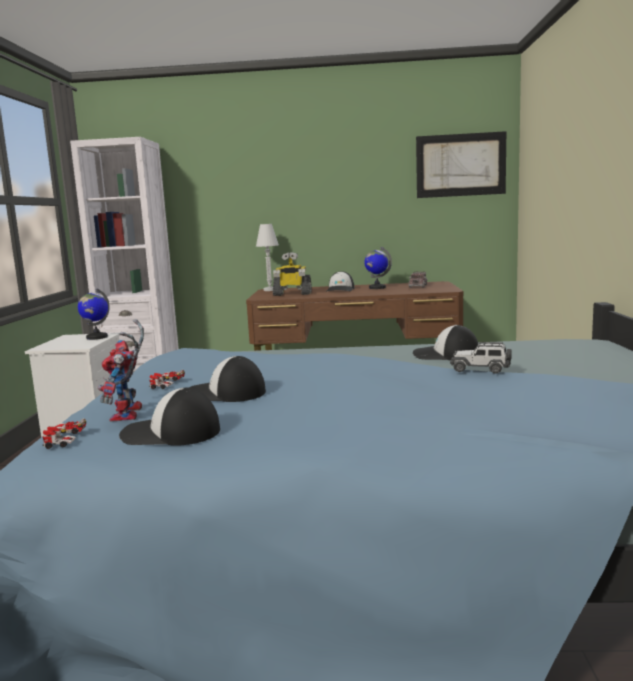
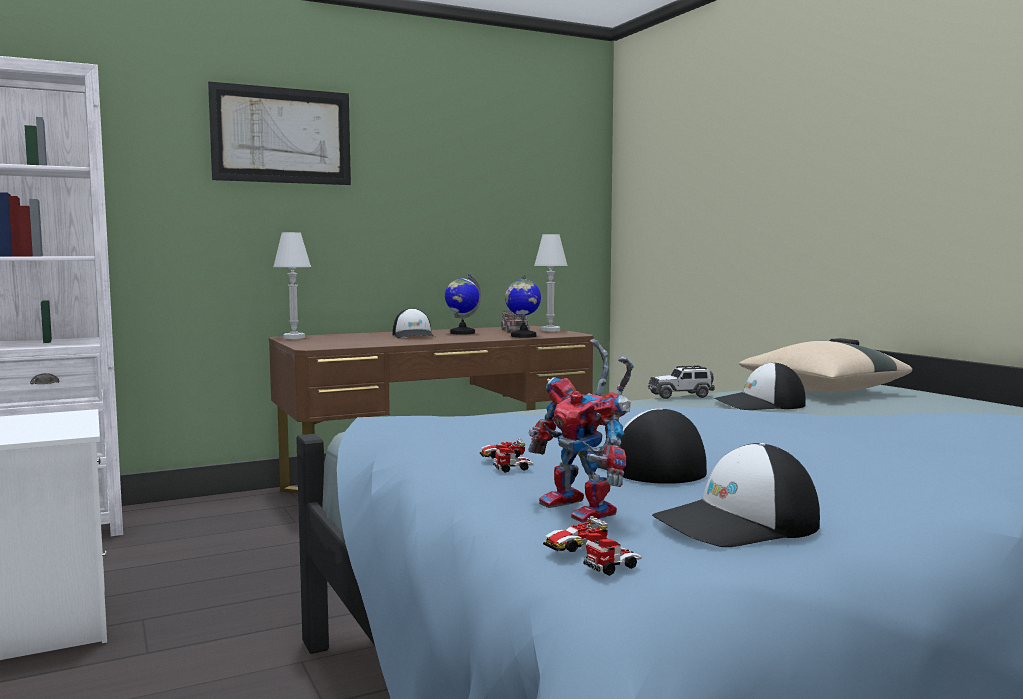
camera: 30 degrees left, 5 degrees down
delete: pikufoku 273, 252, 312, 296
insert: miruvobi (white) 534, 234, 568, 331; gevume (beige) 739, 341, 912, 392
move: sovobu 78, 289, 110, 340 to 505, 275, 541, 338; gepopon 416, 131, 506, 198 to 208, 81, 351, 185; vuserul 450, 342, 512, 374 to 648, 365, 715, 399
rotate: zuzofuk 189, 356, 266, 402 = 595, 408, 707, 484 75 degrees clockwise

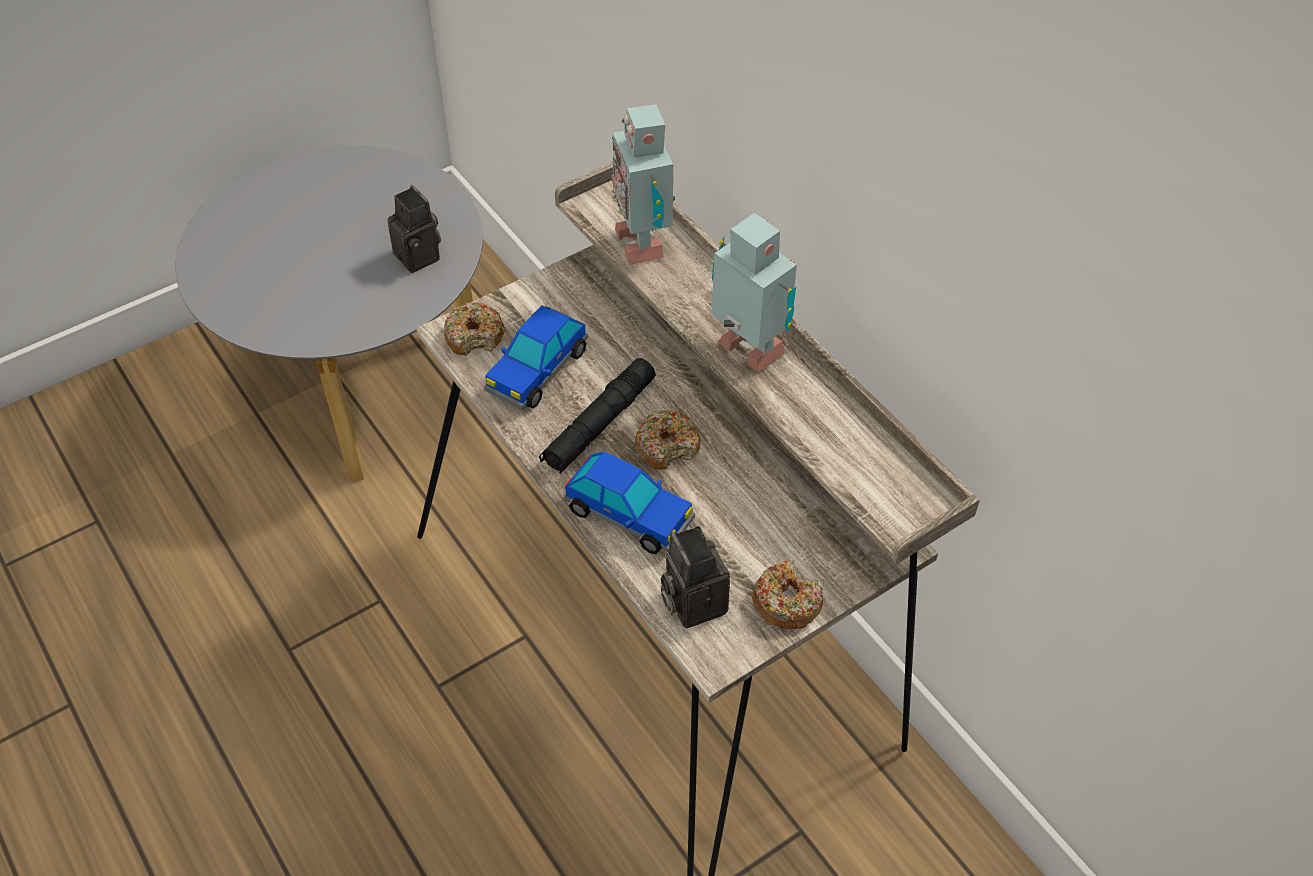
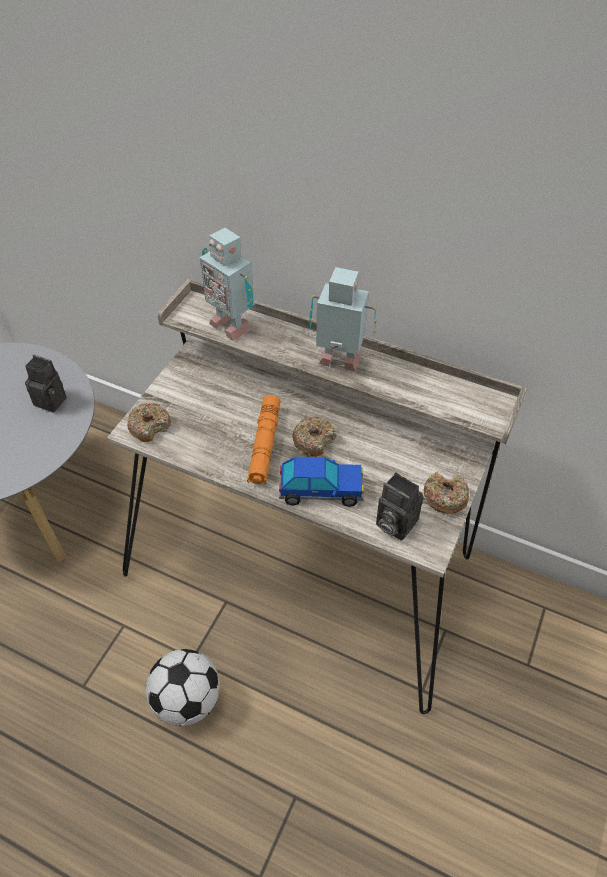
camera: 30 degrees left, 0 degrees up
delete: vuserul 484, 305, 588, 410
insert: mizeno 146, 649, 220, 726
recolor: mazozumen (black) 539, 358, 656, 474 to mazozumen (orange) 247, 395, 280, 485

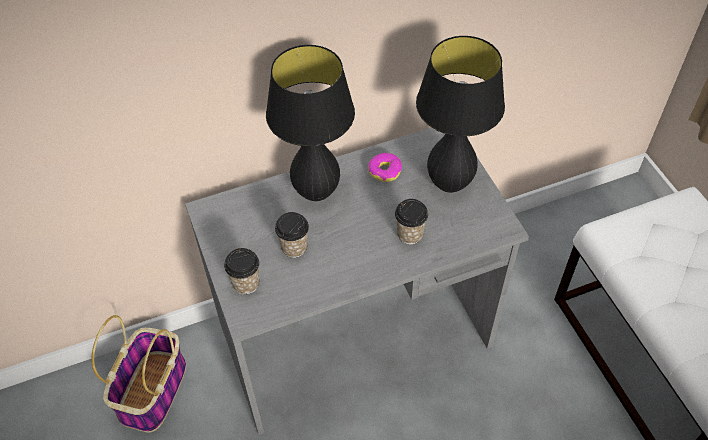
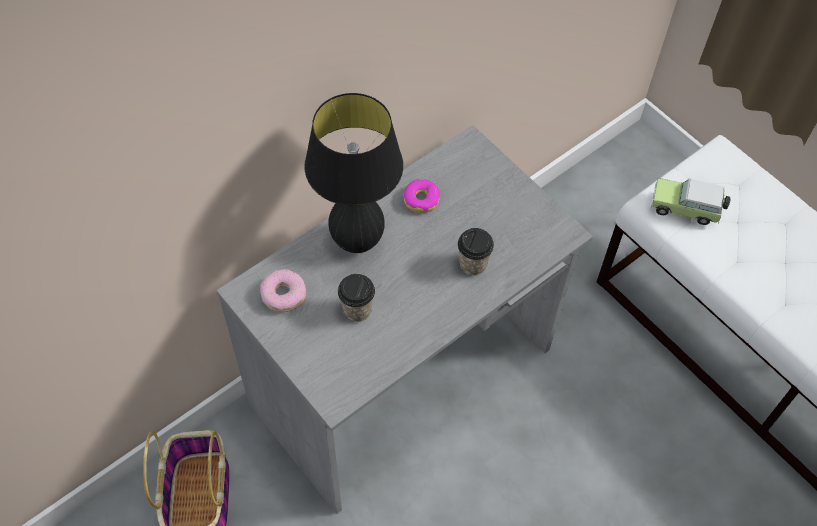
camera: 20 degrees left, 5 degrees up
delete: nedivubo 224, 248, 259, 294; miruvobi (black) 416, 36, 505, 193
insert: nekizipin 260, 269, 306, 312; vuserul 651, 178, 730, 225

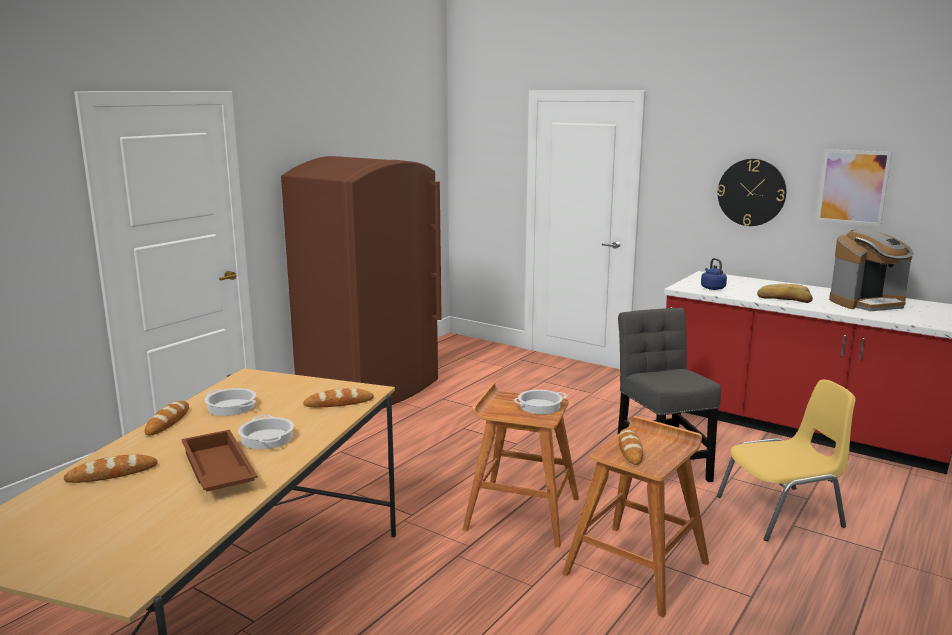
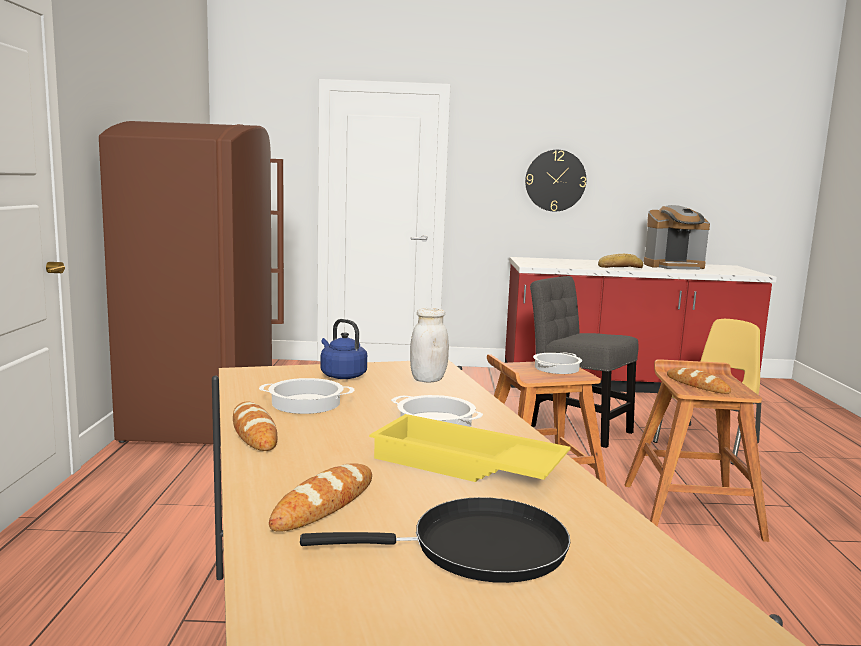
camera: 35 degrees left, 5 degrees down
delete: gepopon 816, 149, 892, 226
insert: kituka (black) 300, 497, 570, 583
move: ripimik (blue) 701, 258, 727, 290 to 321, 319, 367, 379
replace: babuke 303, 388, 374, 407 to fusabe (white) 410, 308, 449, 383
recolor: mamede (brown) 181, 430, 258, 492 to mamede (yellow) 369, 414, 571, 482
rotate: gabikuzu 829, 229, 914, 311 = 644, 205, 710, 270 45 degrees clockwise

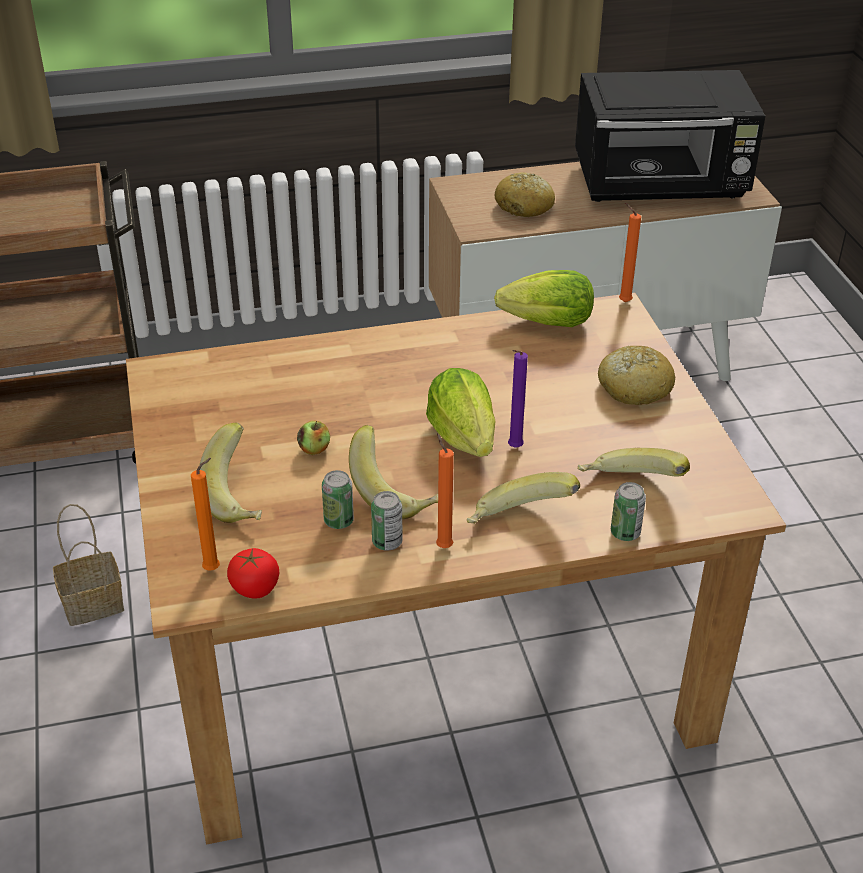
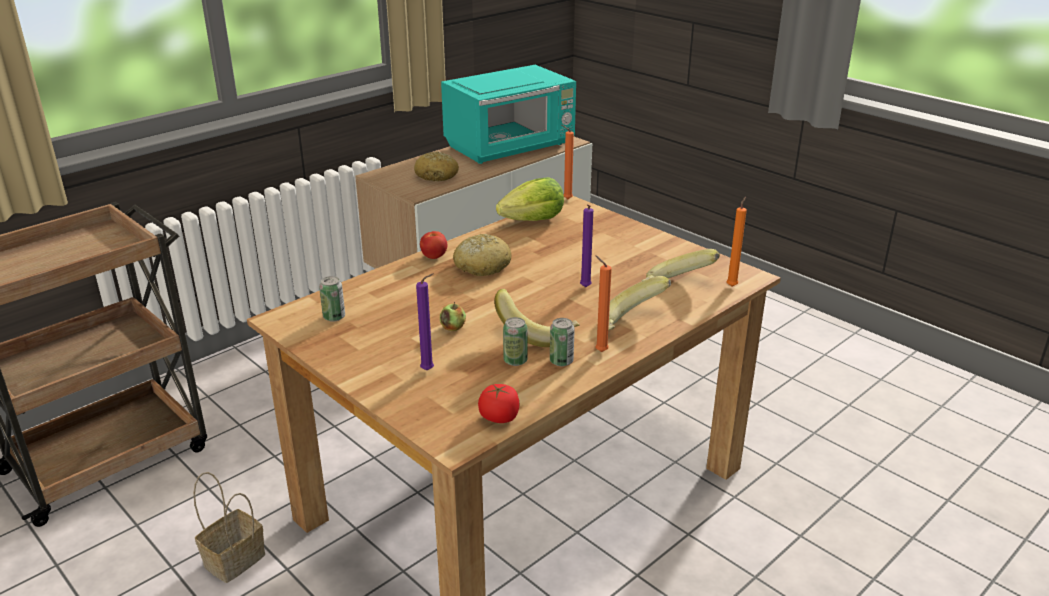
camera: 30 degrees left, 10 degrees down
delete: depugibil 426, 368, 495, 457
insert: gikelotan 420, 231, 447, 259
move: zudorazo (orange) 191, 458, 220, 571 to 727, 197, 747, 287; babuke 598, 346, 675, 405 to 453, 234, 511, 276; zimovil 611, 482, 646, 541 to 319, 276, 345, 322
replace: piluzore 200, 422, 262, 523 to zudorazo (purple) 416, 274, 434, 371
recolor: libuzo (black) 575, 70, 765, 202 to libuzo (turquoise) 441, 65, 576, 164

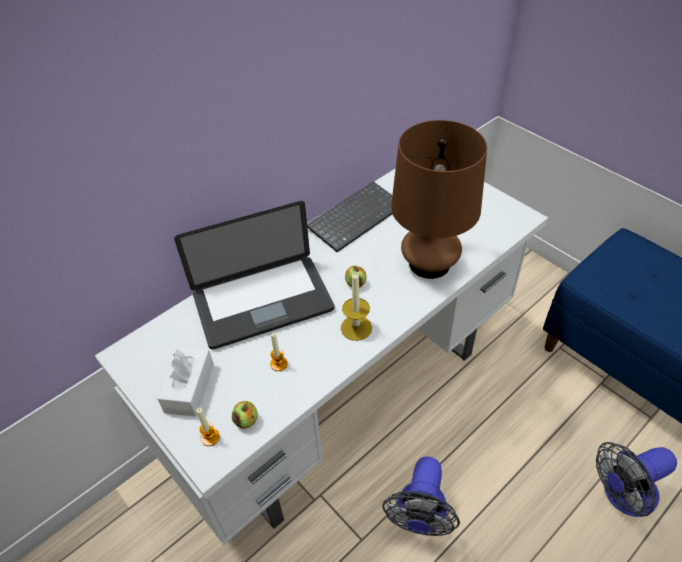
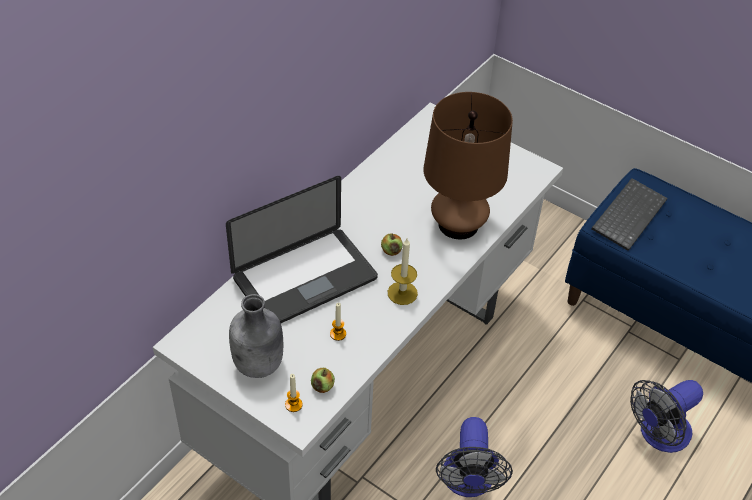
camera: 15 degrees left, 0 degrees up
move: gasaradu 307, 181, 392, 252 to 592, 178, 668, 251
replace: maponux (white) 157, 346, 214, 417 to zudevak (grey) 229, 294, 283, 378

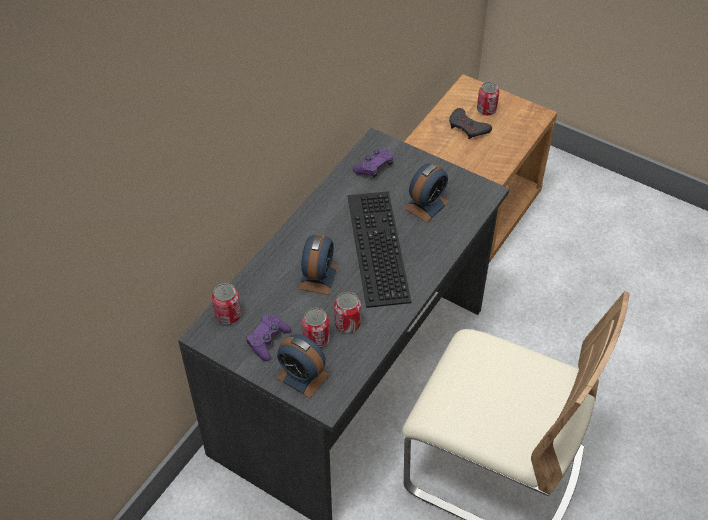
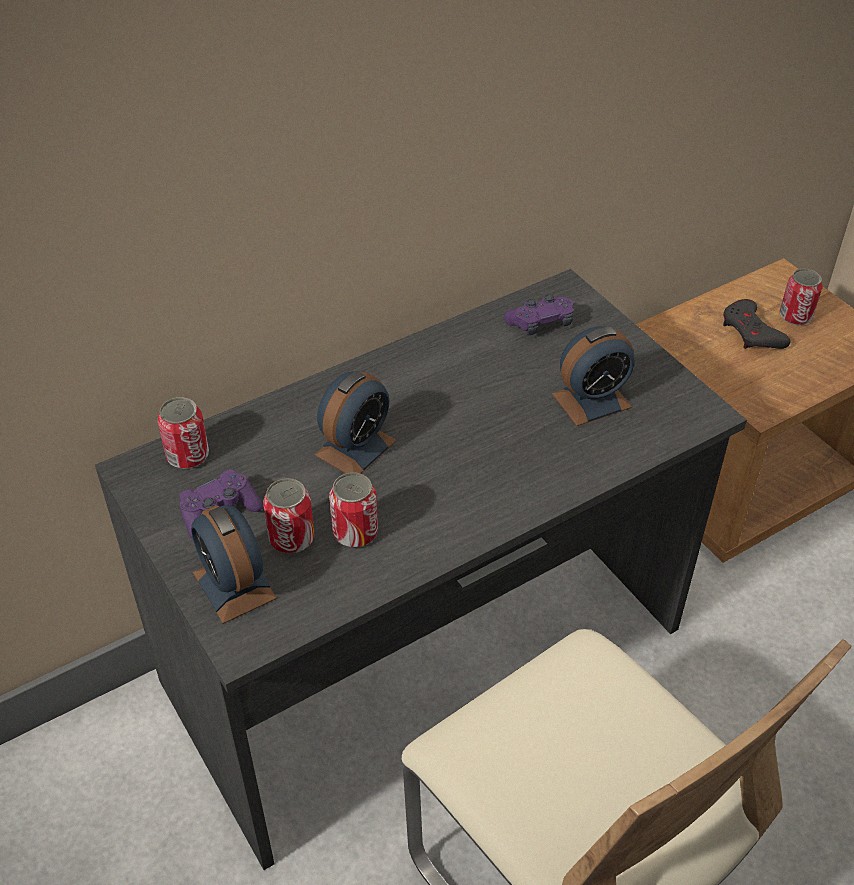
camera: 25 degrees right, 5 degrees down
delete: gasaradu 347, 191, 411, 308

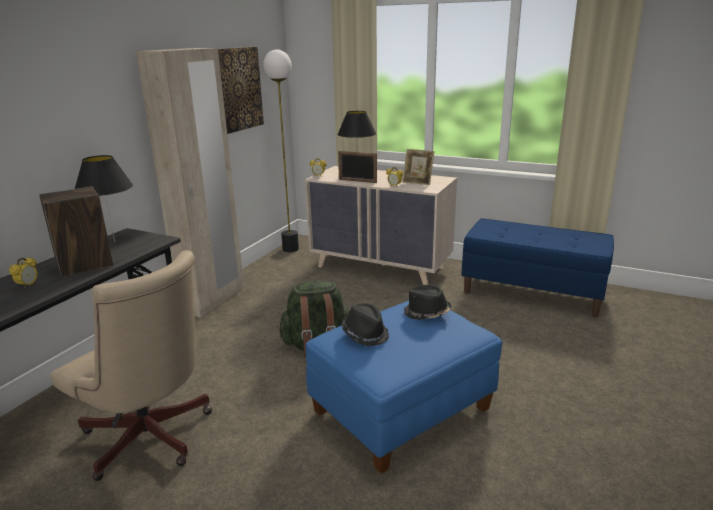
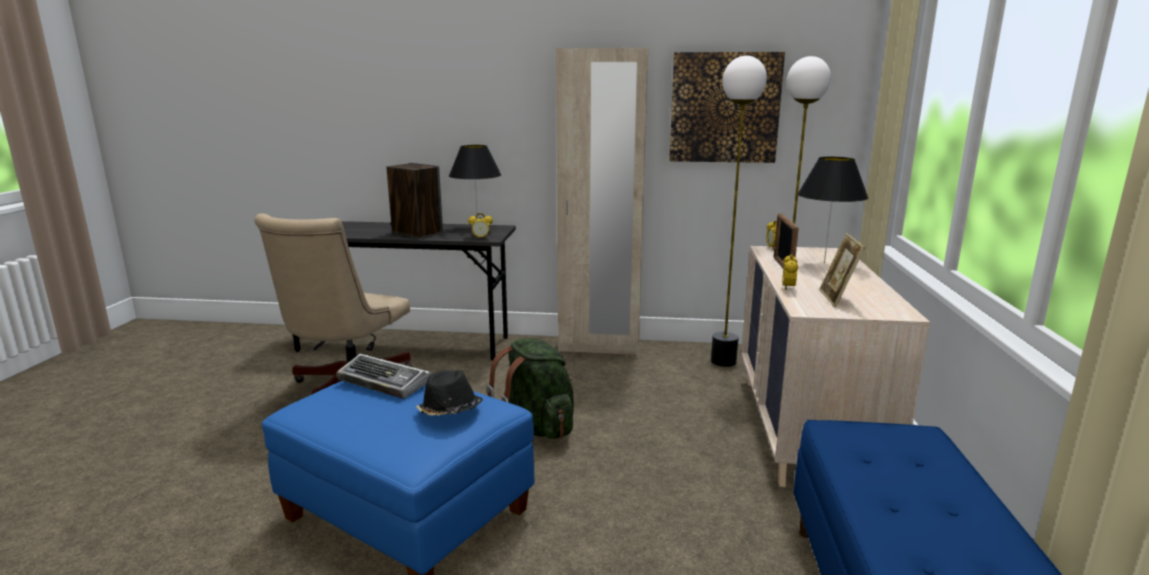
camera: 70 degrees right, 5 degrees down
insert: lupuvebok 711, 56, 767, 367
move: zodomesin 9, 257, 38, 289 to 468, 213, 493, 239
replace: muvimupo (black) 342, 303, 389, 346 to gasaradu 337, 354, 432, 399

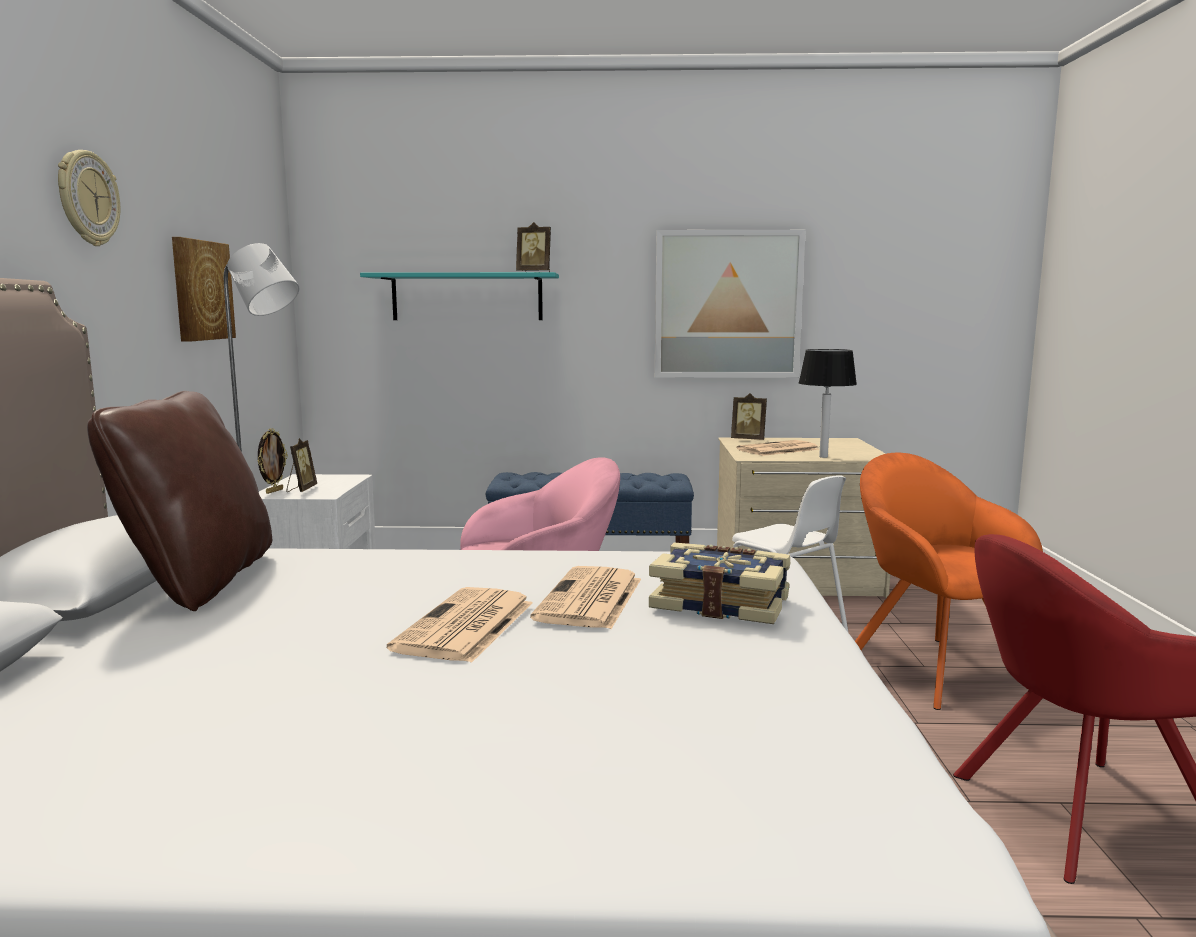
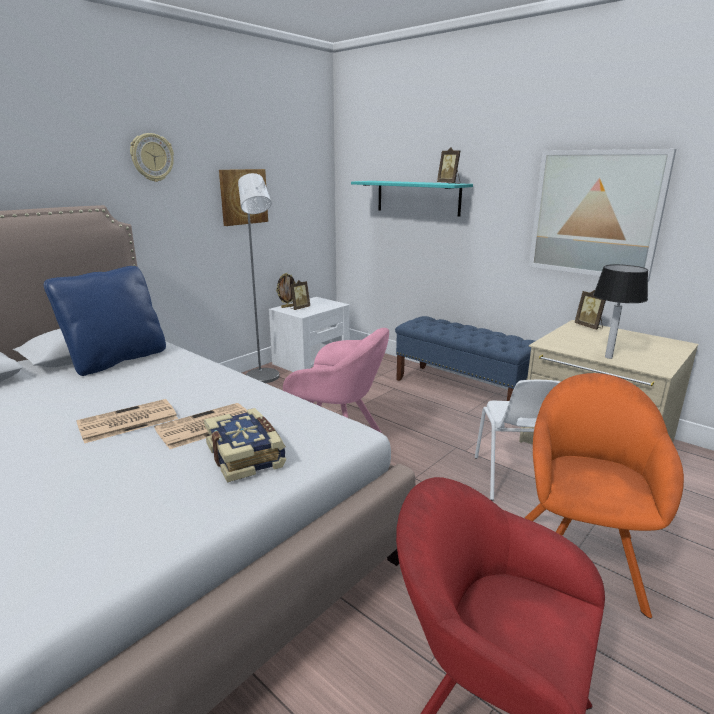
camera: 40 degrees right, 10 degrees up
delete: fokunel 737, 440, 820, 456
recolor: gevume (brown) 87, 391, 272, 611 to gevume (blue) 44, 266, 166, 376

